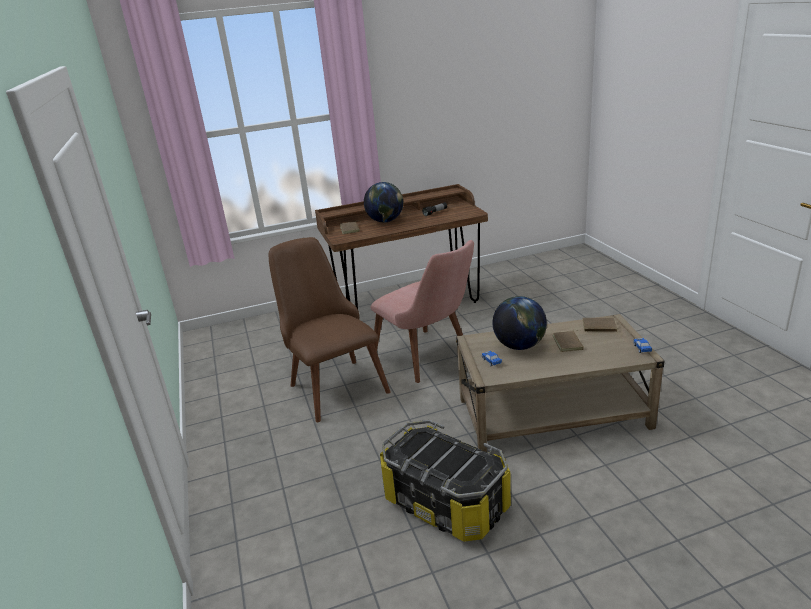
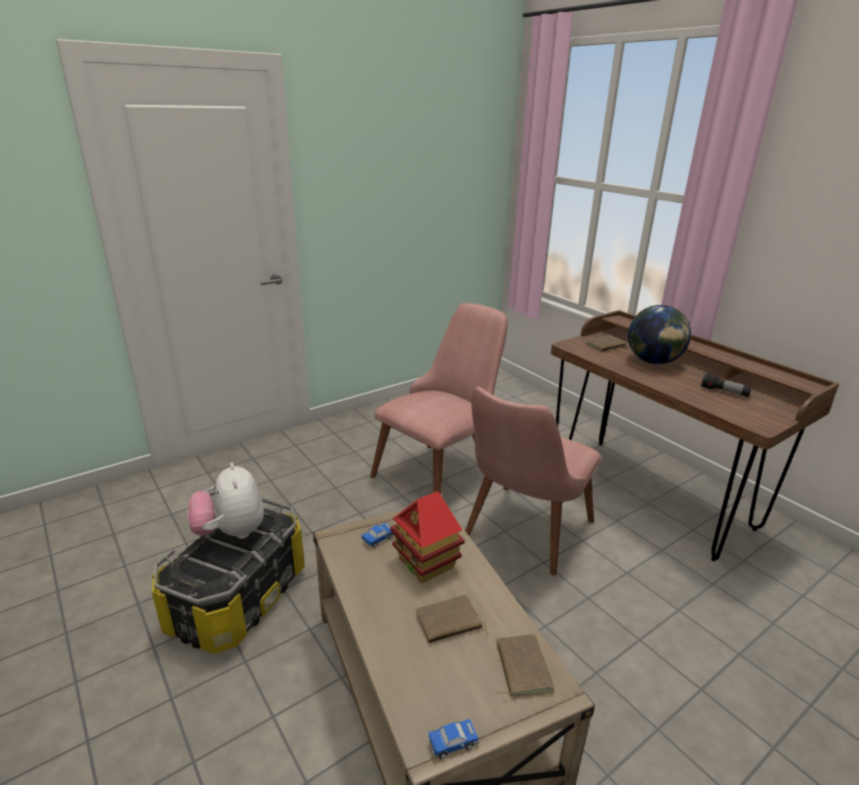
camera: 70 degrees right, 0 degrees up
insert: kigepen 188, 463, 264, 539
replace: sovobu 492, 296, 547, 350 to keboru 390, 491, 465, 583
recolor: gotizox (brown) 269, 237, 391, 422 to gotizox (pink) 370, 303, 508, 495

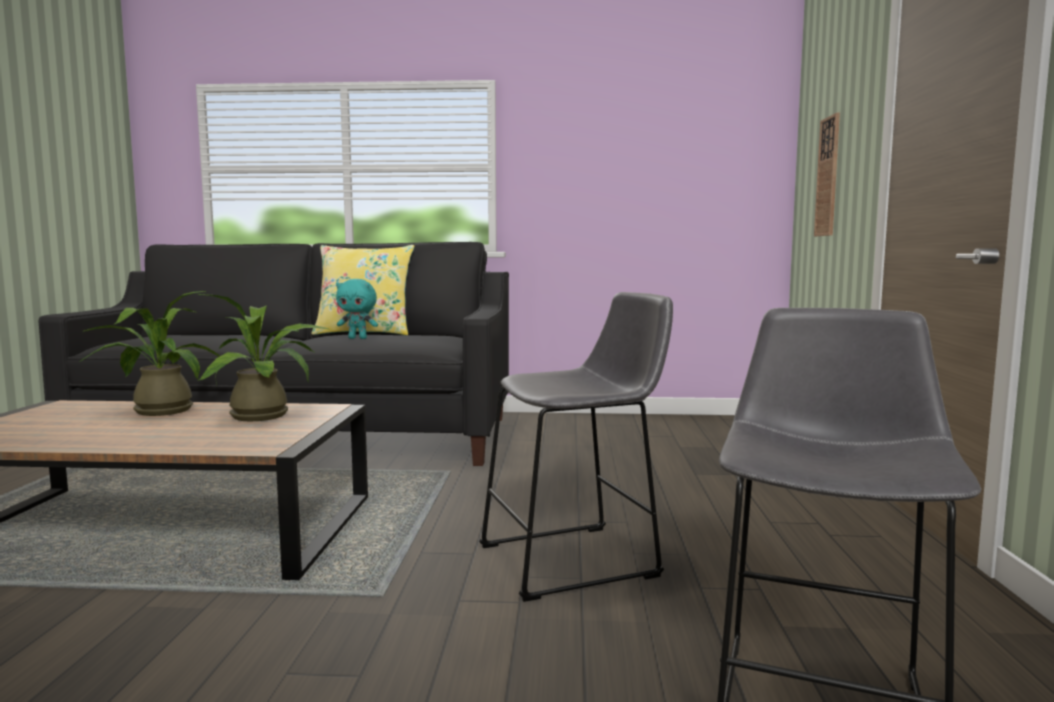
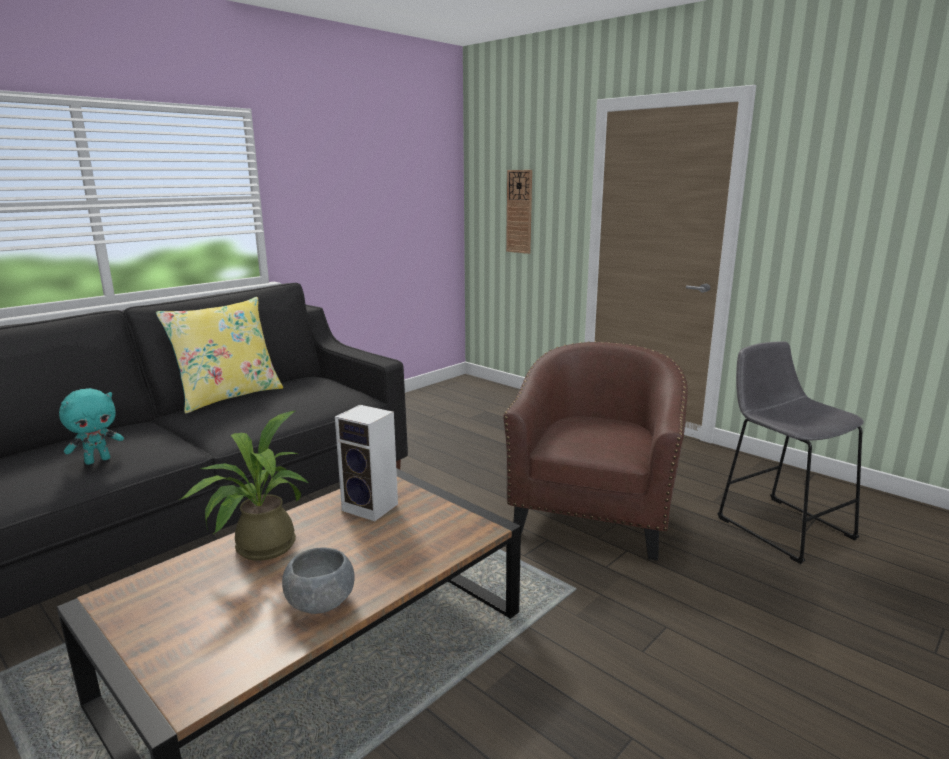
camera: 50 degrees left, 10 degrees up
insert: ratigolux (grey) 282, 547, 355, 614
move: kigepen (turquoise) 336, 279, 378, 339 to 59, 388, 124, 465
replace: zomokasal 197, 294, 331, 421 to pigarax 335, 405, 398, 521; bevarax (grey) 479, 292, 673, 602 to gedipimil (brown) 503, 341, 688, 561

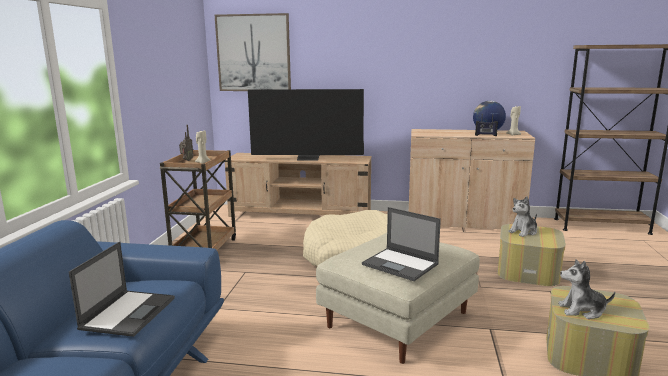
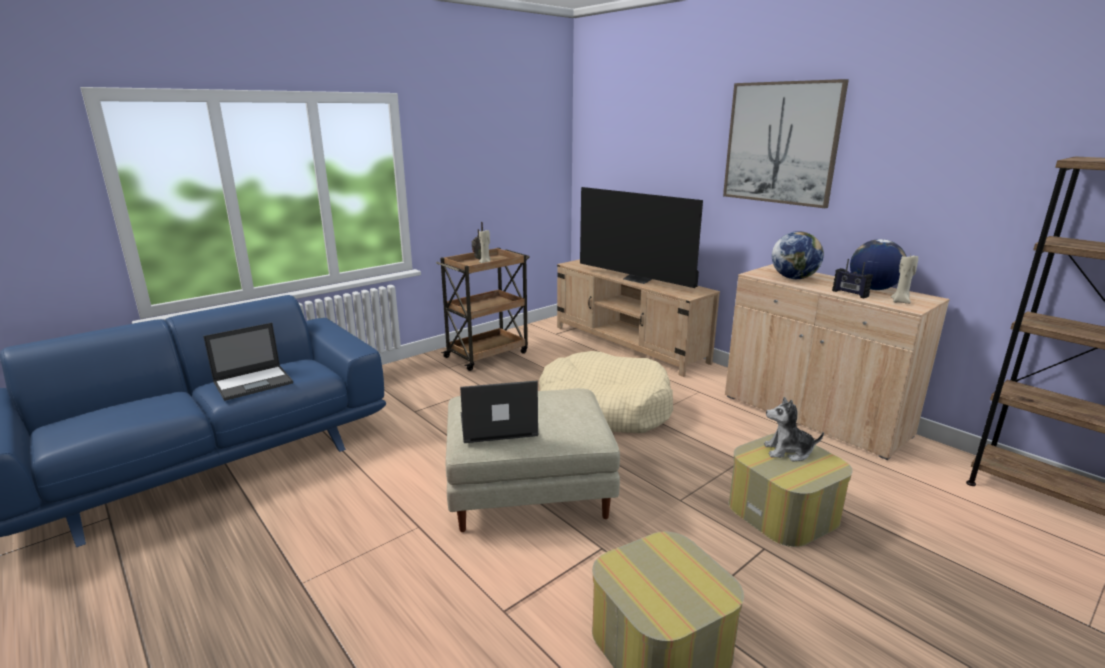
camera: 40 degrees right, 5 degrees up
delete: kigepen 558, 259, 615, 319
insert: sovobu 772, 231, 824, 279
move: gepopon 215, 13, 291, 91 to 723, 79, 849, 208
rotate: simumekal 362, 207, 441, 281 = 460, 380, 538, 443 90 degrees clockwise

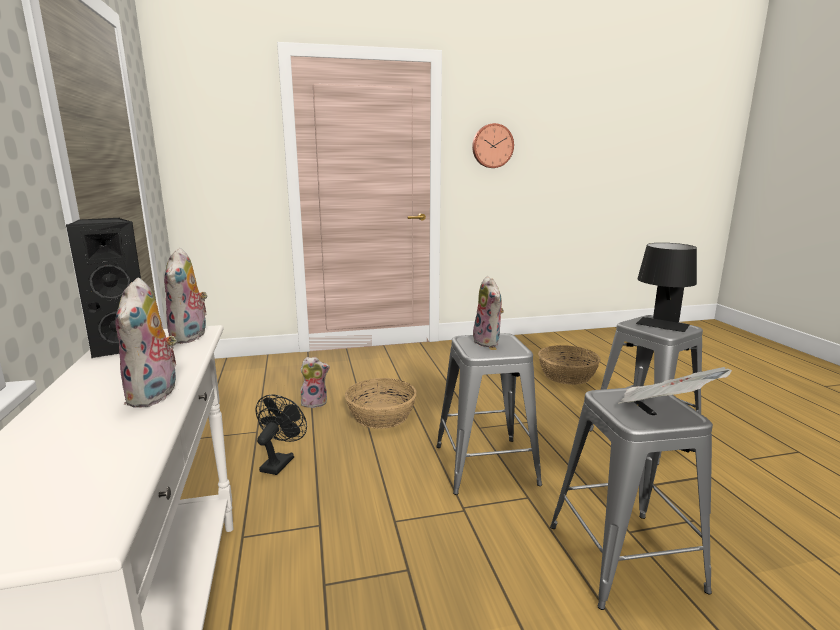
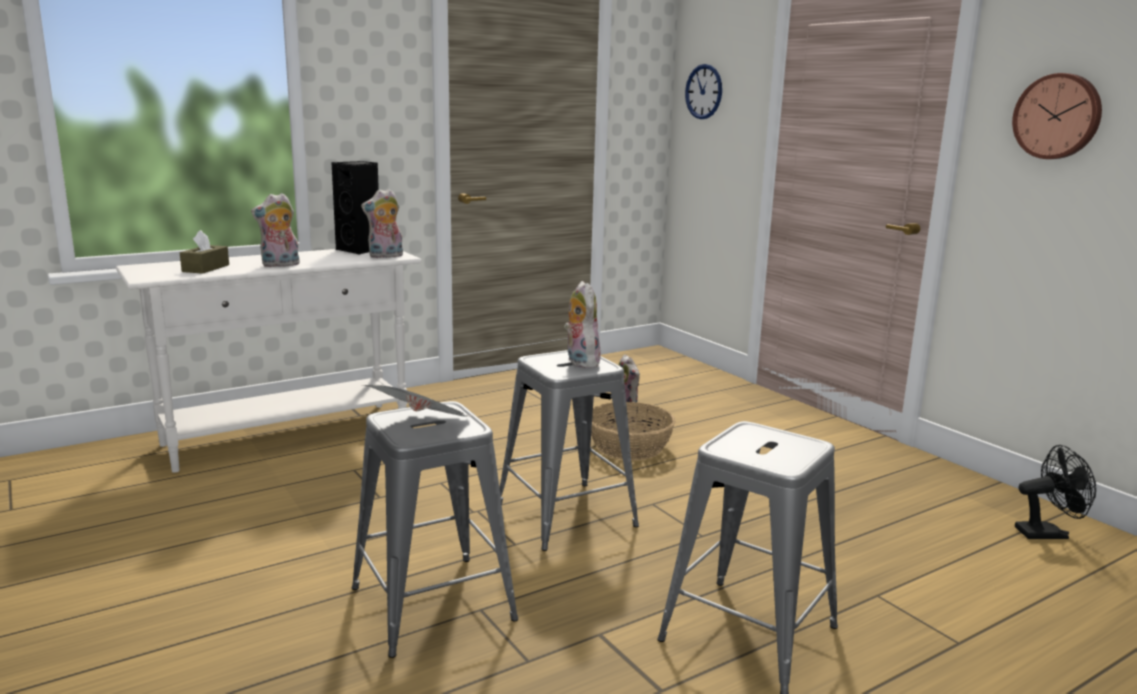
camera: 70 degrees right, 0 degrees up
delete: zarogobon 538, 345, 600, 385; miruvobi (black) 636, 243, 697, 332
insert: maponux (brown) 180, 230, 229, 274; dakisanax 685, 64, 722, 119
move: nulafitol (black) 255, 395, 307, 475 to 1015, 445, 1096, 539
rotate: kigepen 473, 276, 504, 347 = 564, 281, 601, 368 105 degrees clockwise

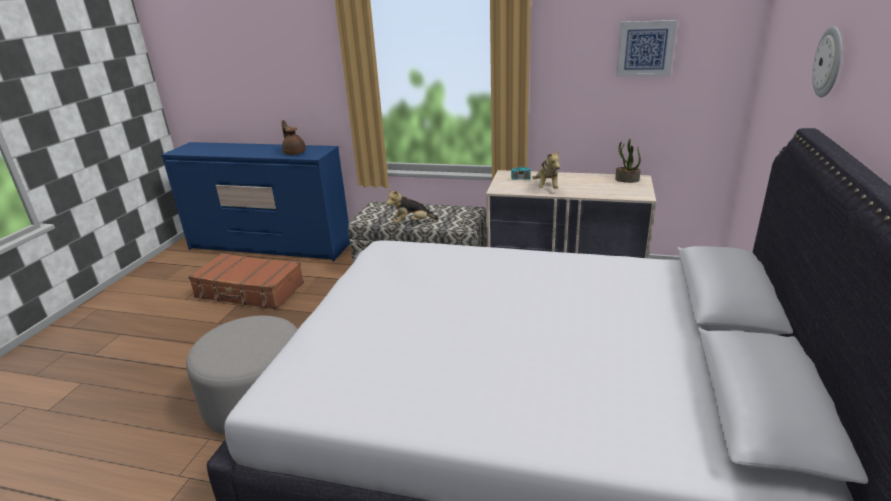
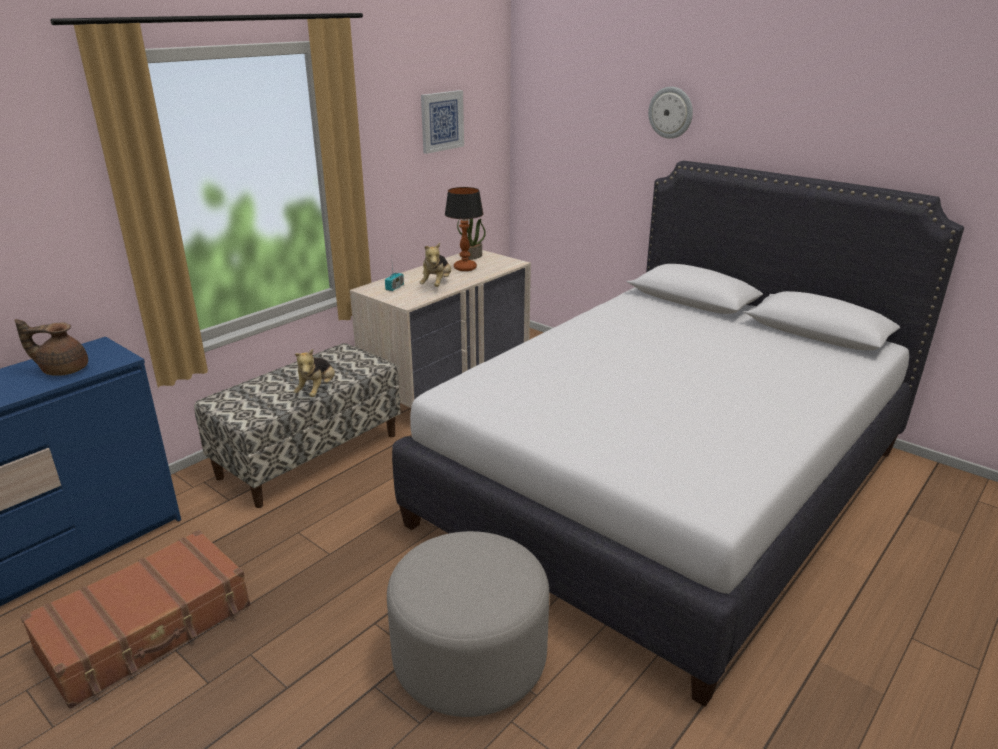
camera: 65 degrees left, 0 degrees up
insert: miruvobi 445, 187, 483, 271
rotate: kigepen 532, 150, 560, 188 = 419, 243, 451, 287 75 degrees clockwise

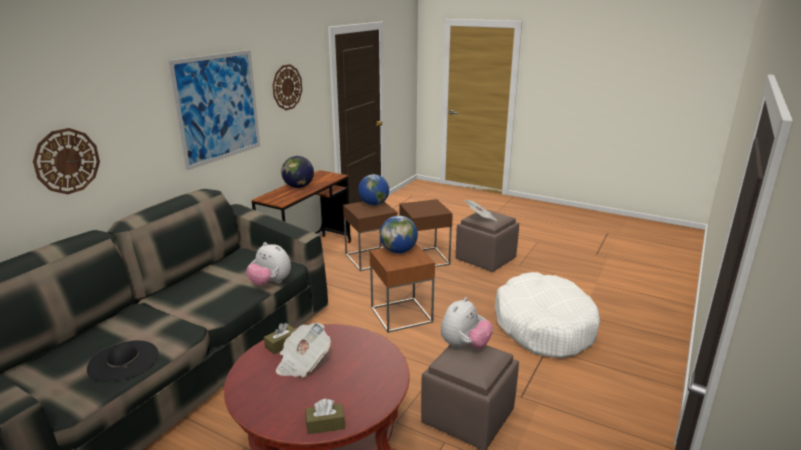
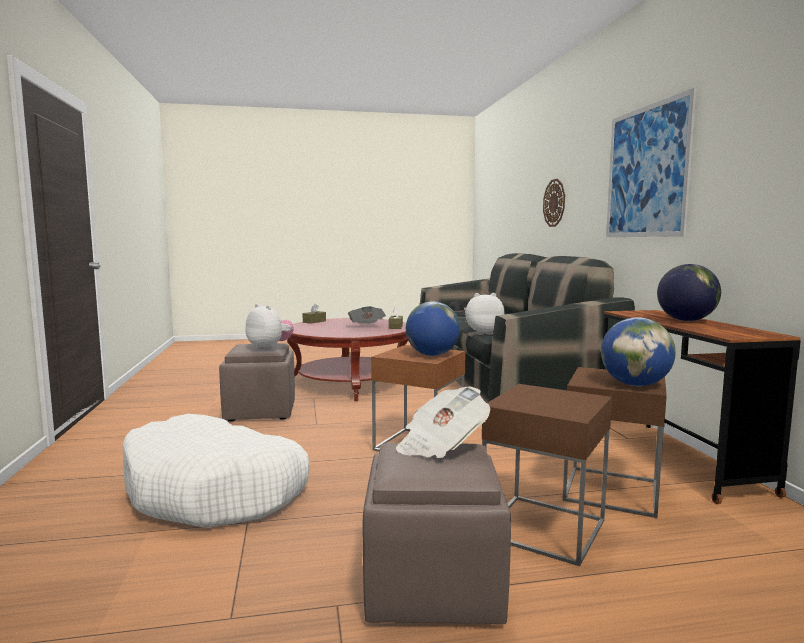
camera: 140 degrees right, 15 degrees down
delete: dakisanax 273, 64, 302, 110
rotate: kigepen 441, 297, 493, 349 = 245, 304, 294, 351 135 degrees clockwise

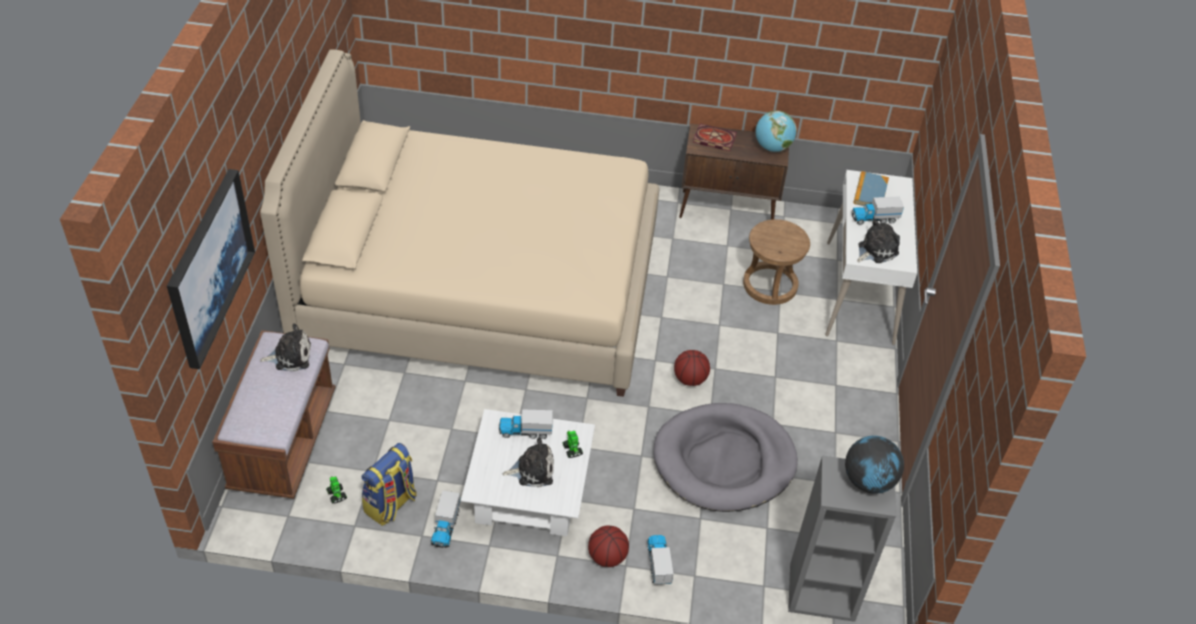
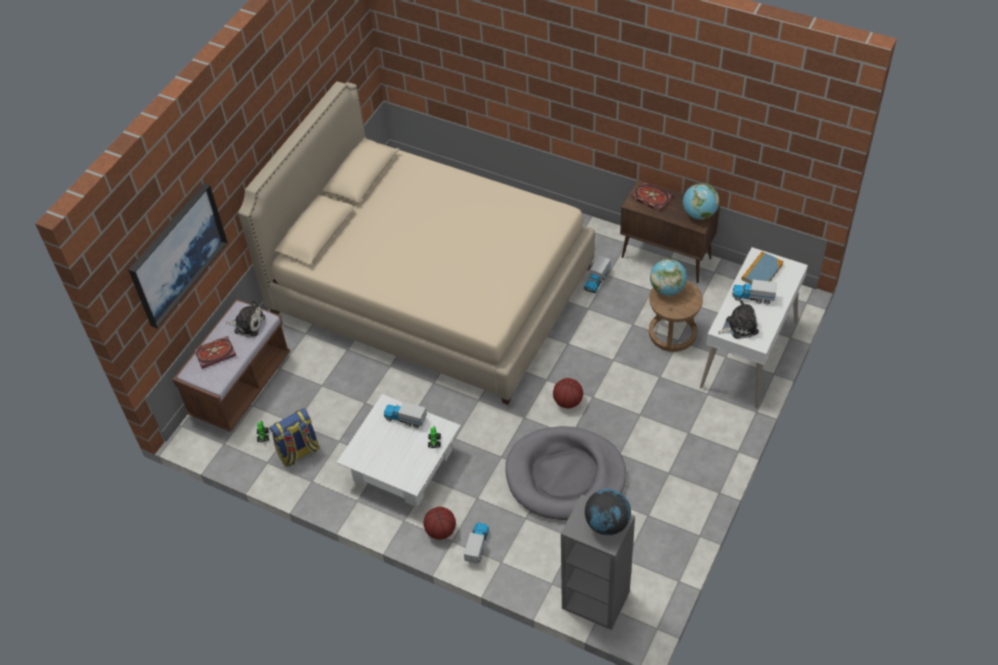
camera: 25 degrees right, 5 degrees up
delete: kigepen 502, 437, 554, 488
insert: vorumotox 194, 336, 236, 369; sovobu 650, 259, 687, 296
move: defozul 431, 490, 460, 548 to 584, 255, 611, 293

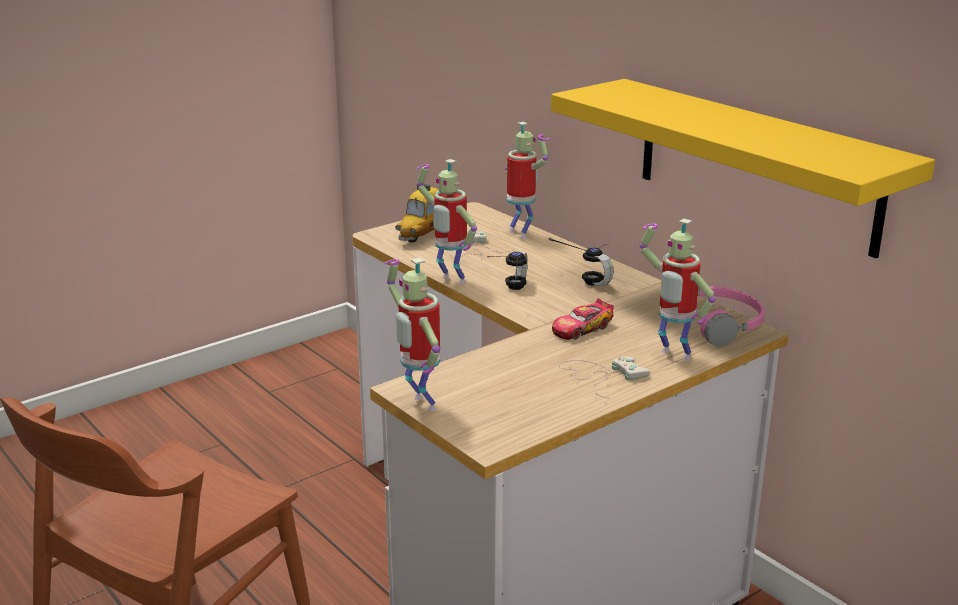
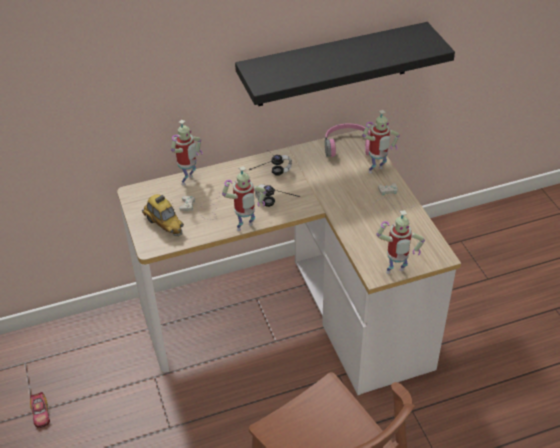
camera: 70 degrees left, 20 degrees up
move: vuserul 552, 298, 614, 340 to 30, 392, 50, 428
recolor: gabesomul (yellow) 551, 79, 935, 258 to gabesomul (black) 235, 22, 455, 106
rotate: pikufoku 505, 122, 549, 239 = 171, 120, 203, 186 135 degrees clockwise

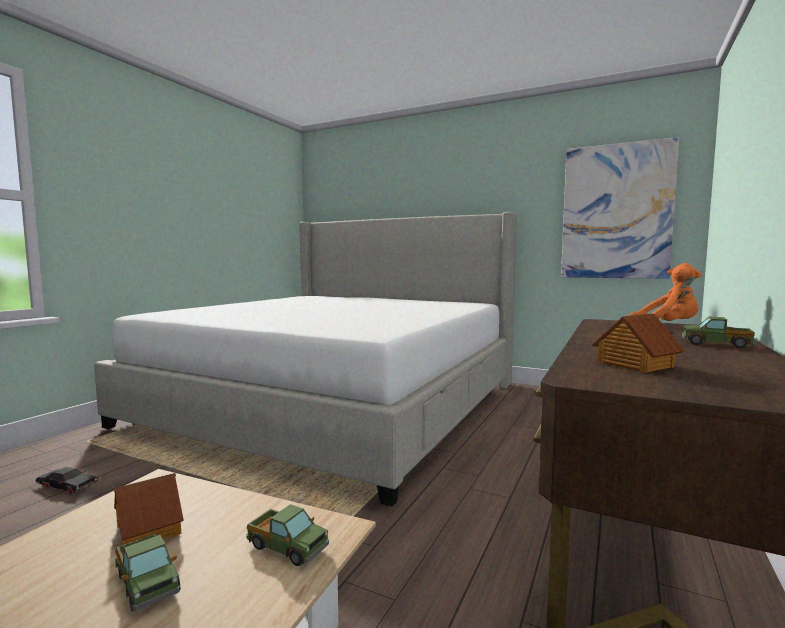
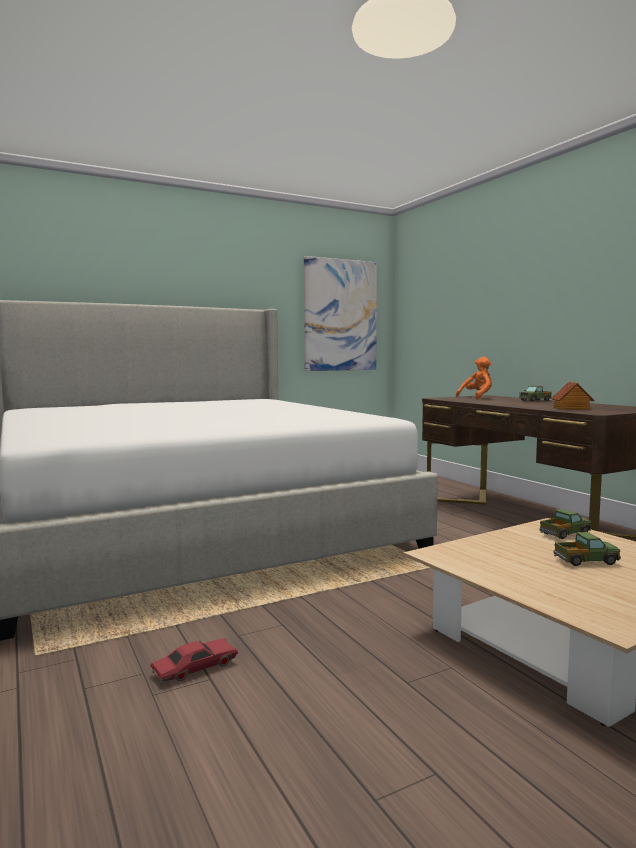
camera: 55 degrees left, 0 degrees up
delete: keboru 114, 473, 184, 545
recolor: vuserul (black) 36, 467, 98, 495 to vuserul (red) 150, 638, 238, 683

